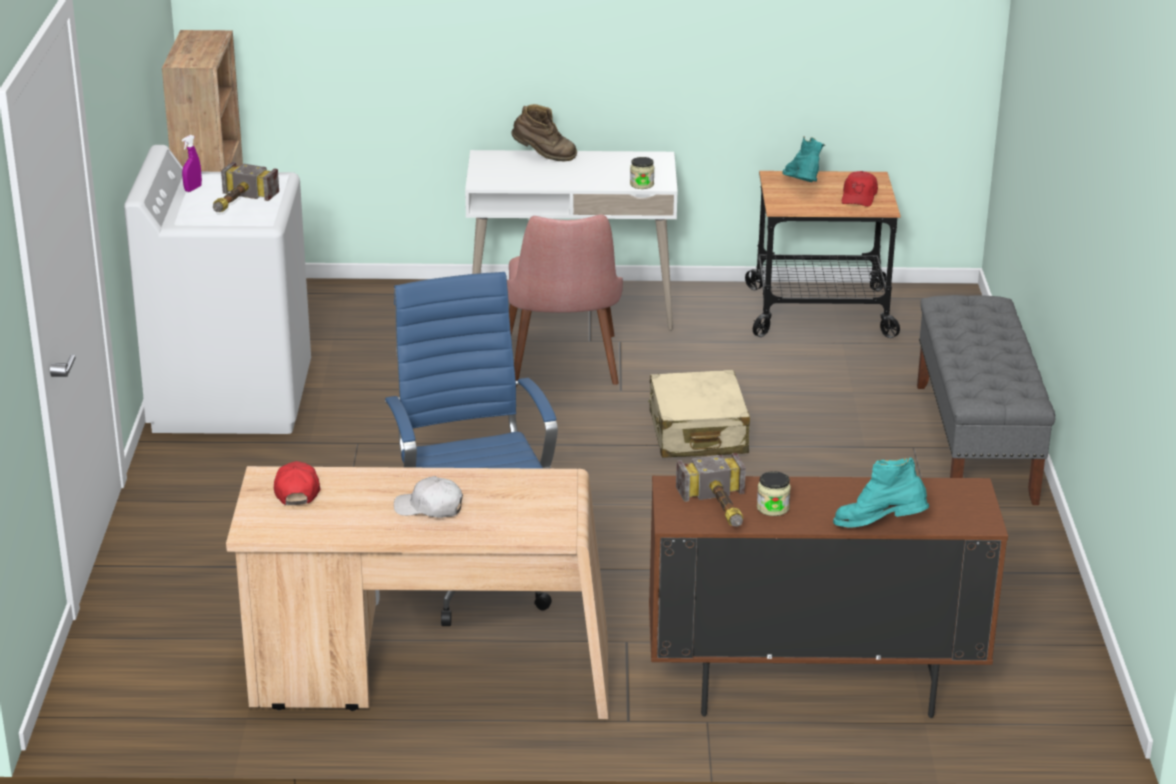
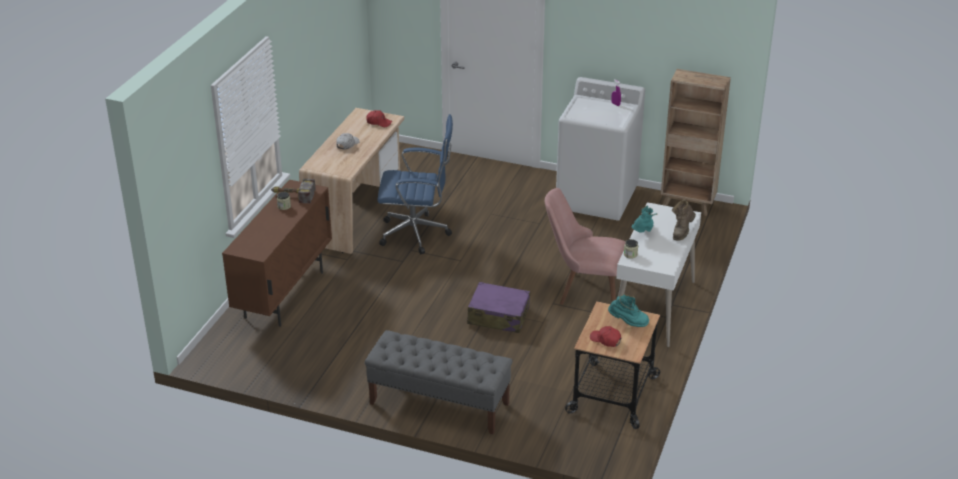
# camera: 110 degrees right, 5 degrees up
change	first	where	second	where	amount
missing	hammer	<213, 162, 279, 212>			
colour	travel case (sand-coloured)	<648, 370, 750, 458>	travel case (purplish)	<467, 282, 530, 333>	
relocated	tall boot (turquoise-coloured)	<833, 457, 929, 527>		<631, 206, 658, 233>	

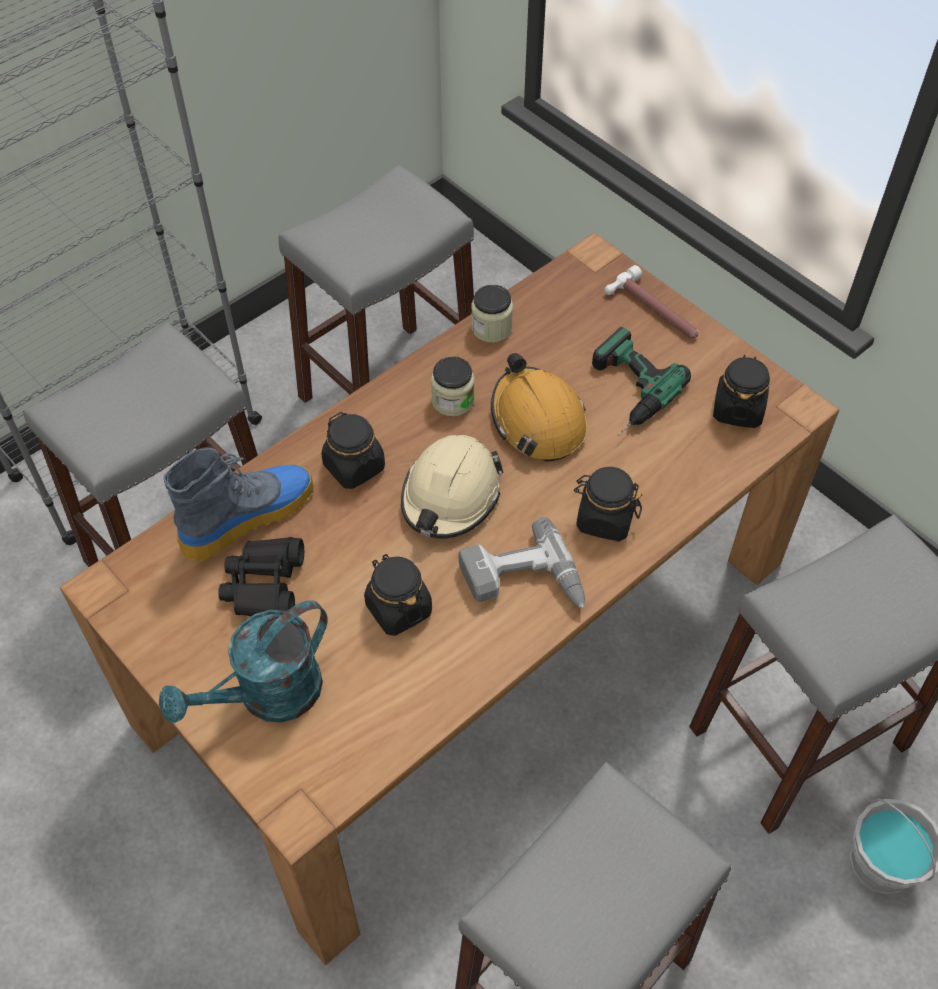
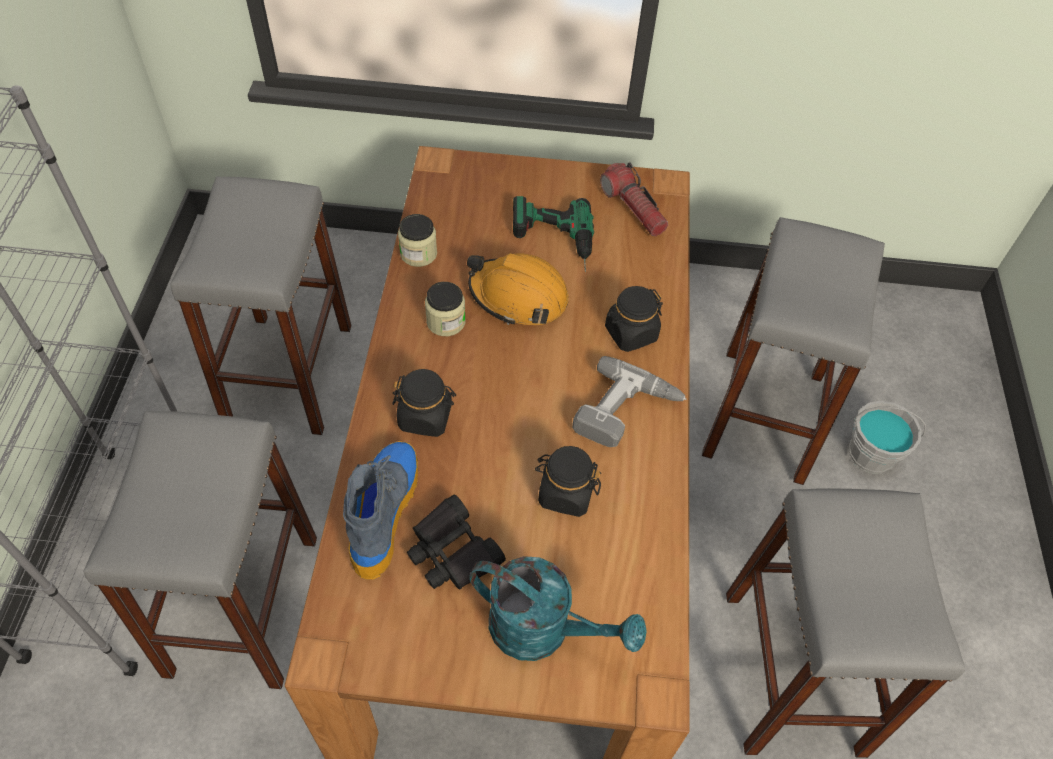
# camera: 45 degrees left, 0 degrees up
change	first	where	second	where	amount
missing	hammer	<604, 265, 698, 339>			
exchanged	preserve jar (black-coloured)	<713, 355, 770, 428>	torch	<600, 162, 668, 236>	
missing	safety helmet (sand-coloured)	<401, 435, 504, 539>			
spun	watering can (turquoise-coloured)	<159, 600, 328, 723>		<469, 556, 647, 661>	75 degrees counterclockwise

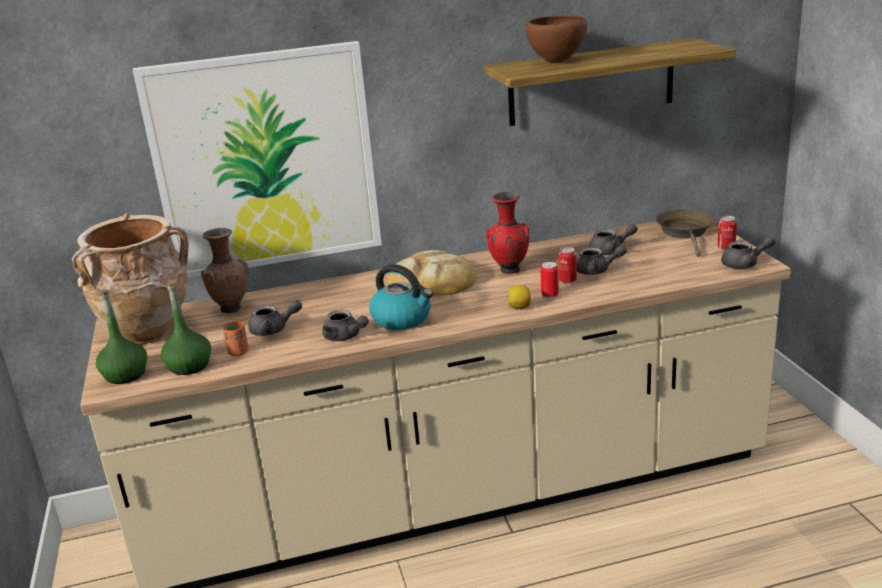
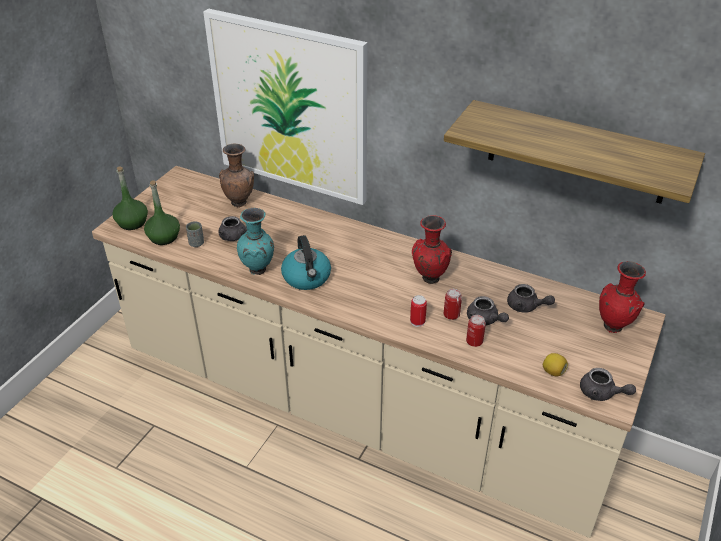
# camera: 40 degrees right, 15 degrees up
change	first	where	second	where	amount
missing	deep dish (brownish)	<526, 16, 587, 63>			
exchanged	frying pan (brownish)	<656, 209, 714, 257>	decorative vase (red)	<599, 261, 646, 333>	
missing	decorative vase (sand-coloured)	<72, 213, 189, 345>			
relocated	can	<717, 216, 737, 250>		<466, 315, 486, 347>	
missing	baked bread	<387, 250, 477, 296>			
relocated	lemon	<507, 285, 531, 309>		<543, 353, 568, 376>	
exchanged	pot for tea (gray)	<322, 310, 369, 341>	decorative vase (turquoise-coloured)	<237, 208, 274, 275>	
colour	drinking cup (orangey)	<223, 321, 249, 357>	drinking cup (gray)	<186, 221, 204, 247>	

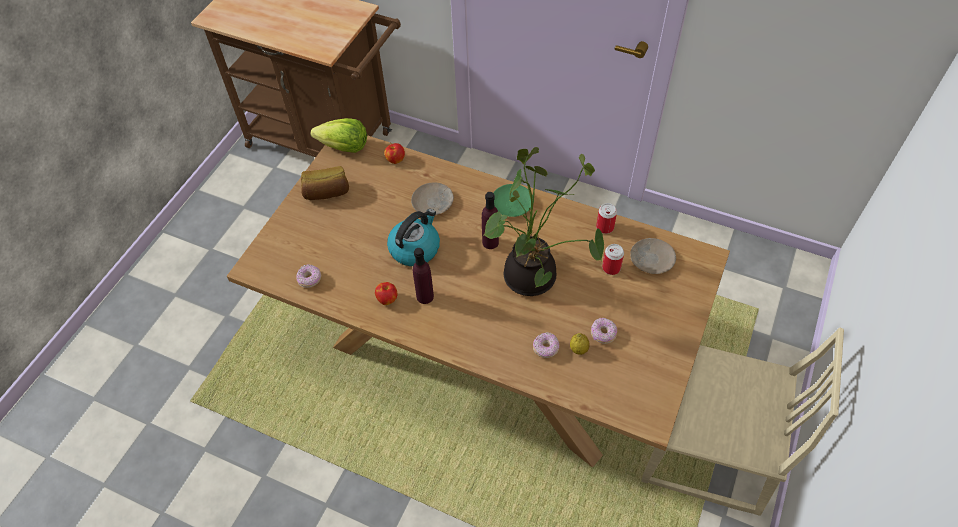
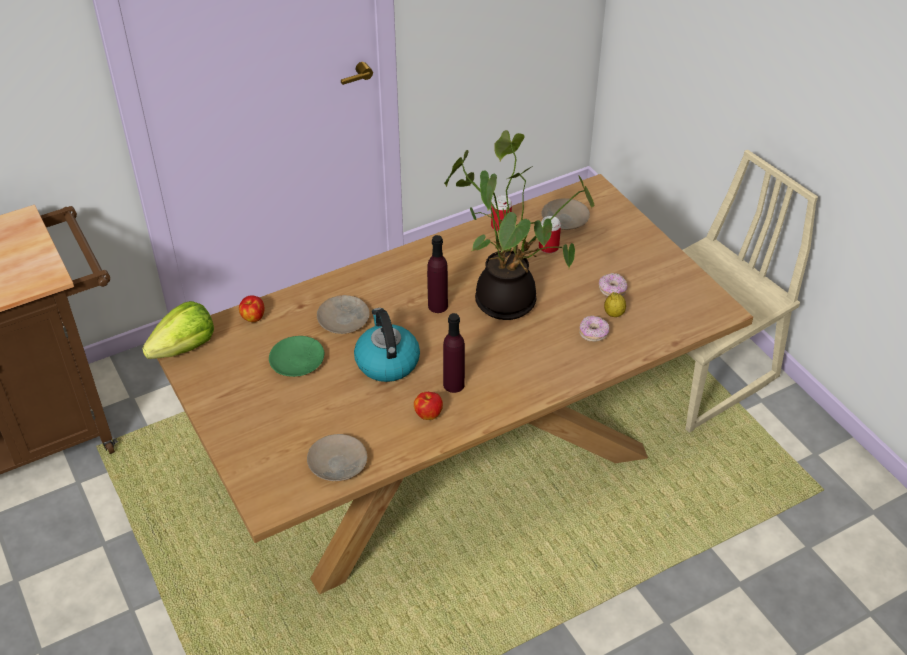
# camera: 55 degrees left, 10 degrees down
change	first	where	second	where	amount
missing	baked bread	<301, 166, 349, 200>			
relocated	plate (greenish)	<493, 184, 534, 217>		<269, 336, 324, 377>	
exchanged	ring doughnut	<296, 264, 321, 288>	plate (sand-coloured)	<307, 434, 367, 481>	

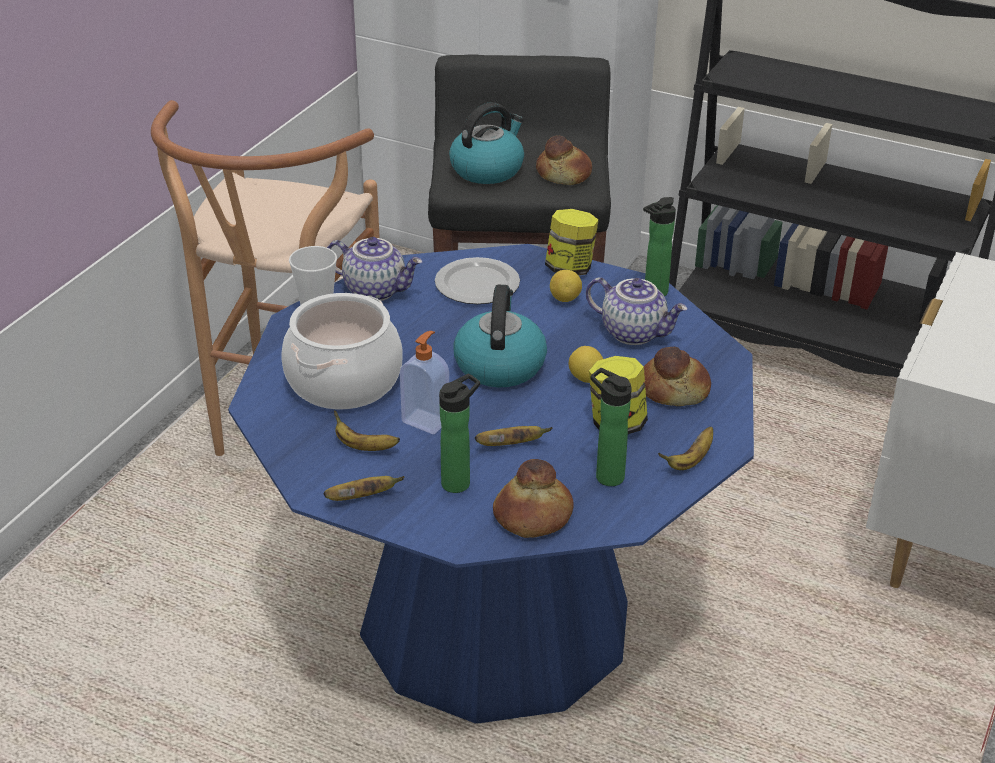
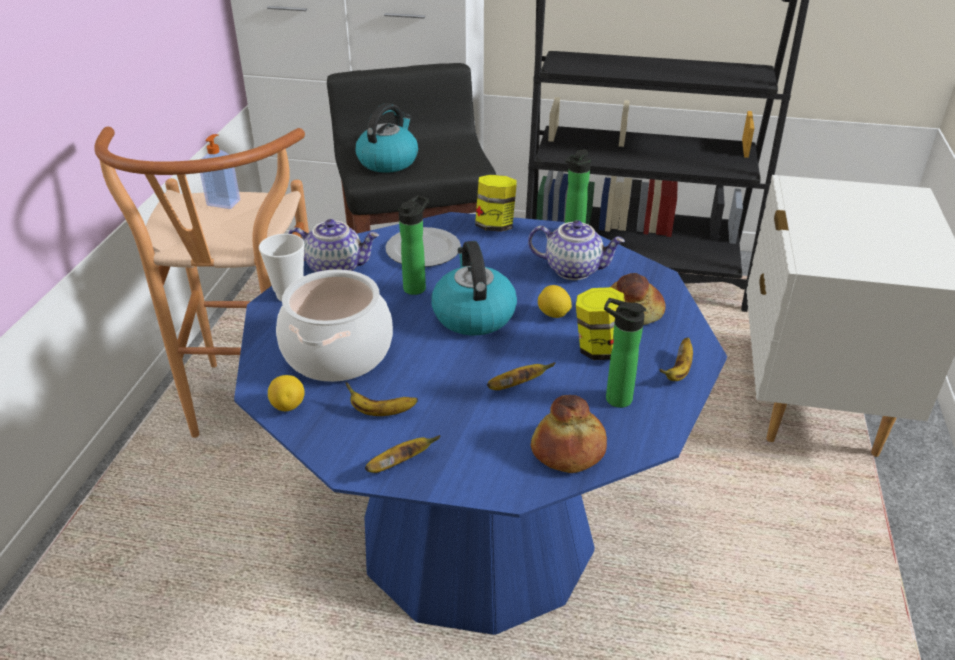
# camera: 15 degrees left, 0 degrees up
change	first	where	second	where	amount
missing	baked bread	<536, 136, 592, 185>			
relocated	lemon	<550, 270, 582, 302>		<268, 375, 305, 411>	
relocated	soap bottle	<400, 331, 449, 434>		<200, 134, 240, 209>	
relocated	drink bottle	<439, 374, 480, 493>		<399, 195, 429, 295>	

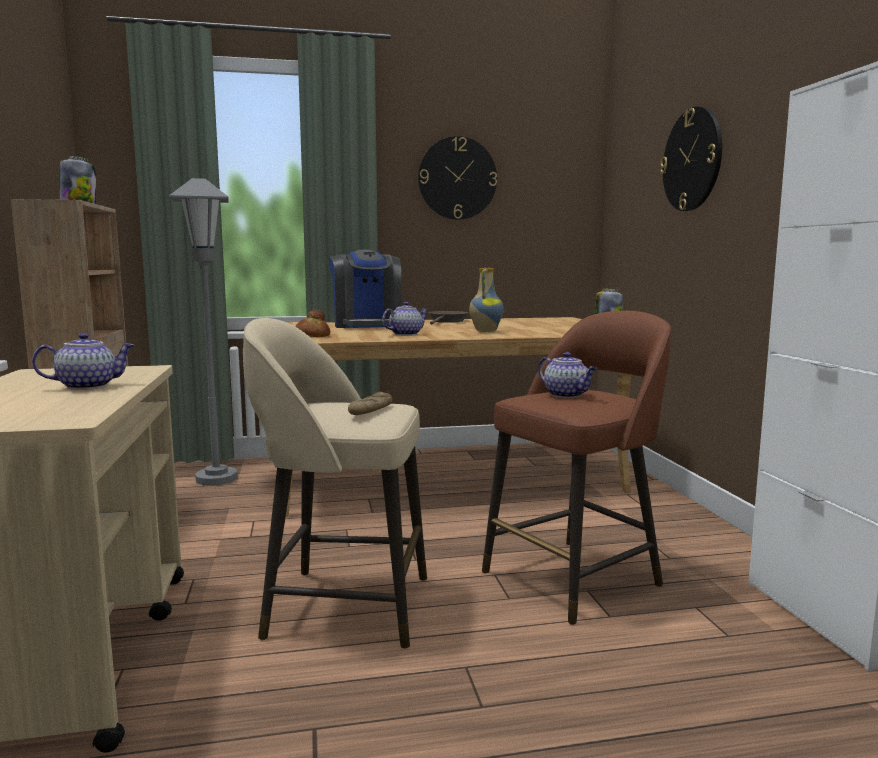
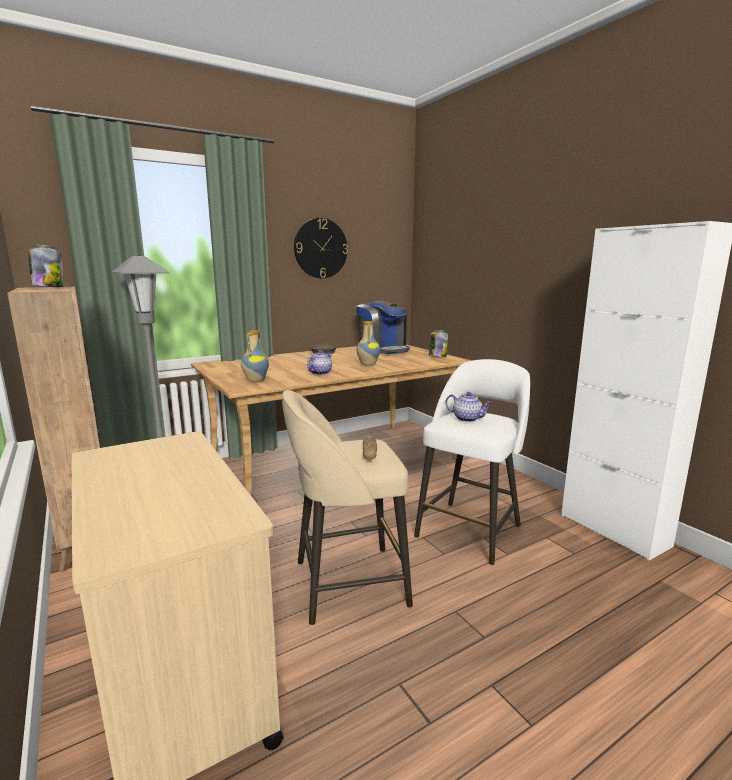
# camera: 20 degrees left, 5 degrees up
change	first	where	second	where	amount
missing	clock on the wall	<660, 107, 722, 211>			
relocated	coffee brewer	<329, 250, 401, 328>		<356, 301, 410, 354>	
exchanged	baked bread	<295, 309, 330, 337>	decorative vase	<241, 330, 269, 382>	
colour	sitting stool (brownish)	<482, 311, 671, 625>	sitting stool (whitish)	<414, 359, 530, 565>	
missing	pot for tea	<32, 333, 134, 390>			

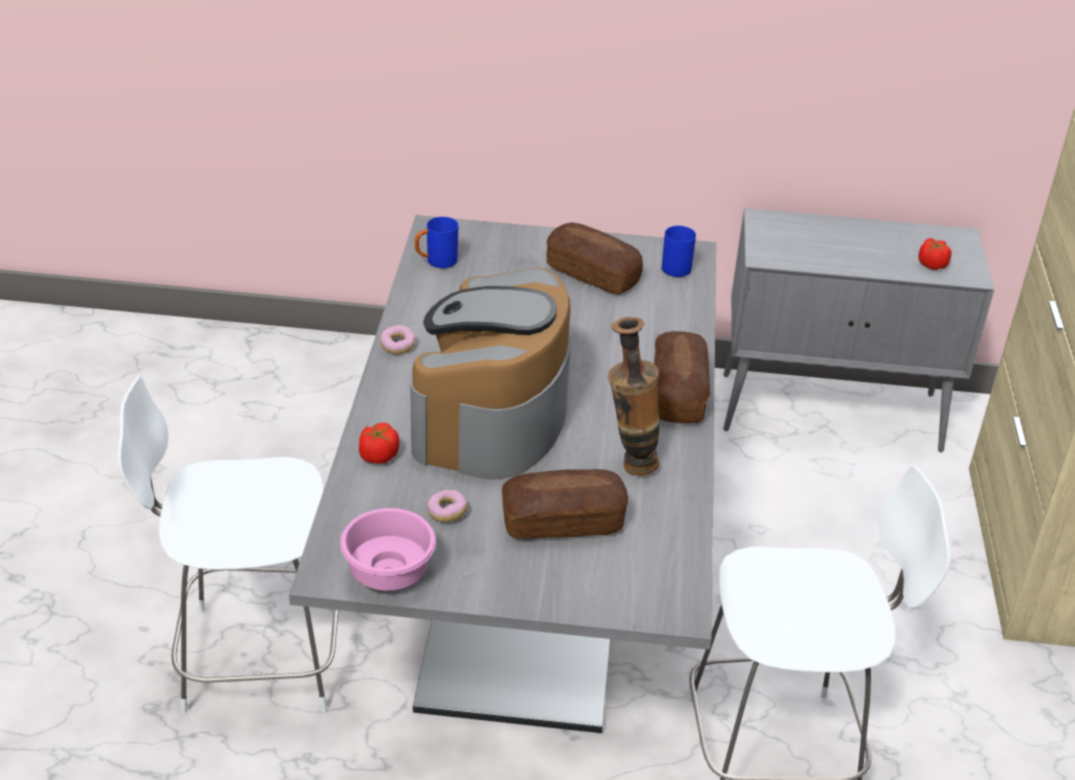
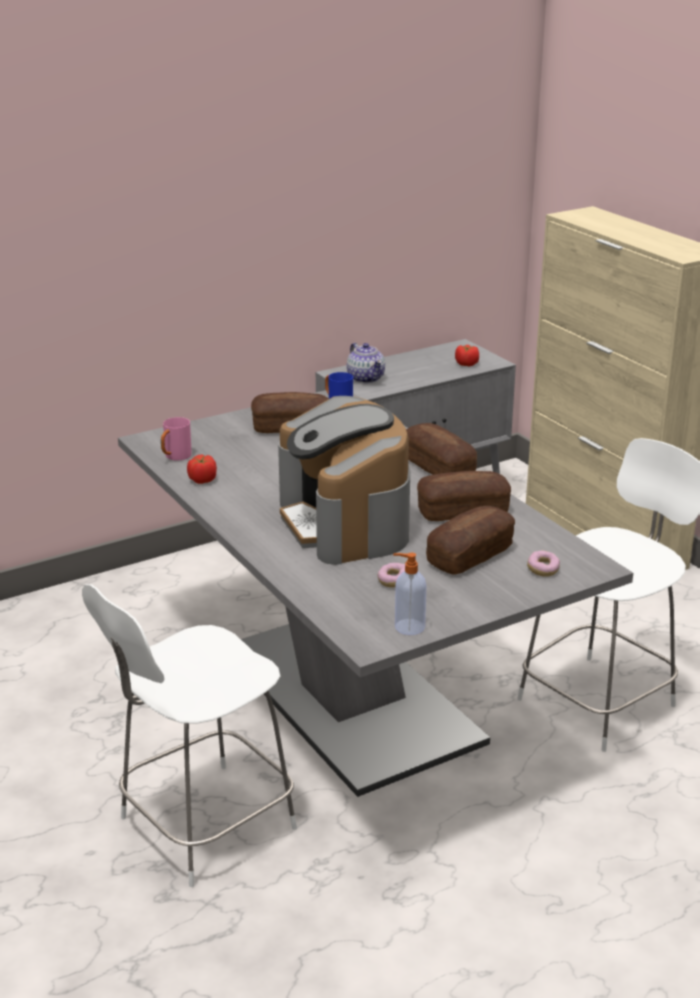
# camera: 35 degrees left, 10 degrees down
change	first	where	second	where	amount
colour	coffee mug (bluish)	<415, 217, 458, 268>	coffee mug (pink-coloured)	<161, 417, 192, 460>	
exchanged	decorative vase	<608, 317, 659, 476>	baked bread	<417, 471, 511, 521>	
relocated	ring doughnut	<380, 325, 416, 354>		<527, 550, 560, 577>	
relocated	whole tomato	<359, 423, 399, 464>		<187, 455, 217, 484>	
exchanged	deep dish (pink-coloured)	<340, 508, 436, 590>	soap bottle	<393, 553, 426, 635>	
appeared			pot for tea	<347, 343, 385, 383>	

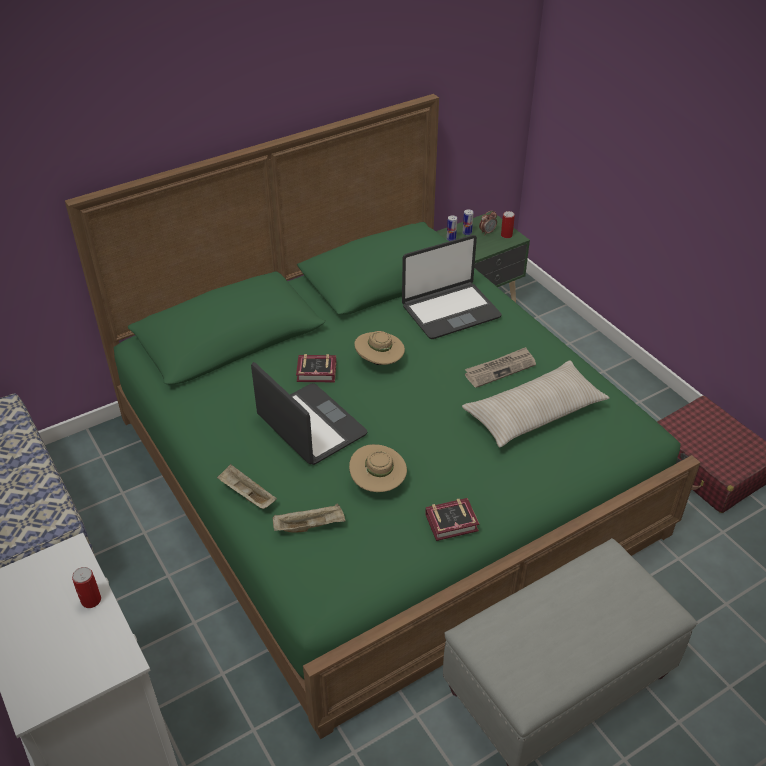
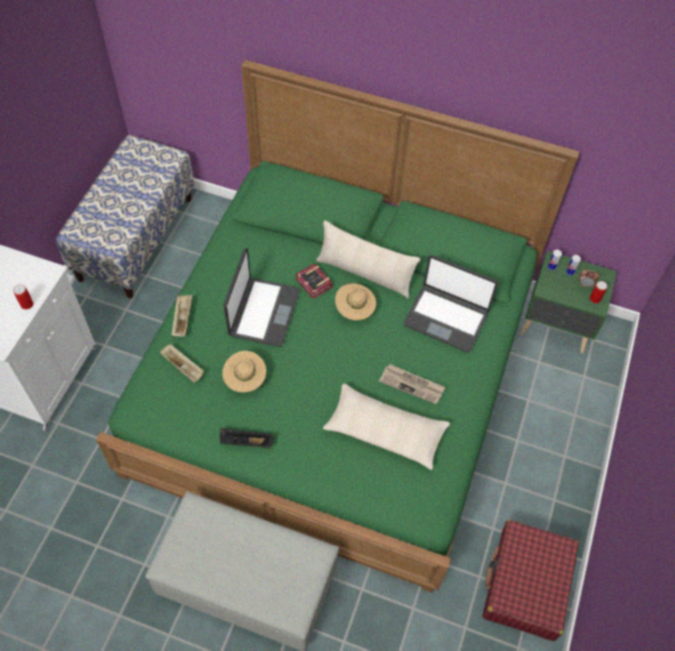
# camera: 50 degrees right, 15 degrees up
change	first	where	second	where	amount
exchanged	book	<425, 498, 479, 541>	carrying tray (black-coloured)	<220, 428, 274, 448>	
appeared			pillow (sand-coloured)	<317, 220, 421, 298>	

